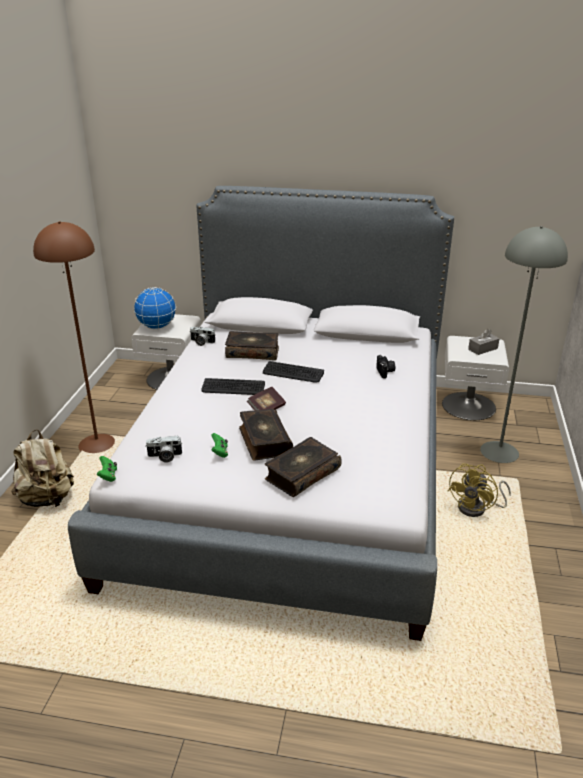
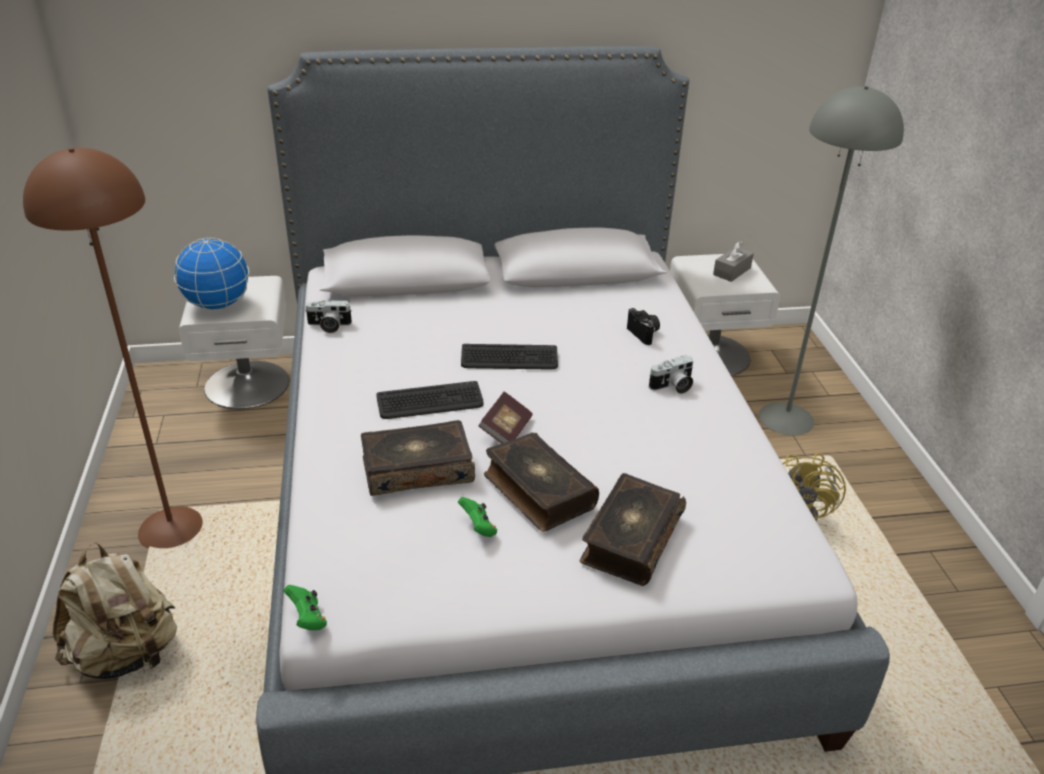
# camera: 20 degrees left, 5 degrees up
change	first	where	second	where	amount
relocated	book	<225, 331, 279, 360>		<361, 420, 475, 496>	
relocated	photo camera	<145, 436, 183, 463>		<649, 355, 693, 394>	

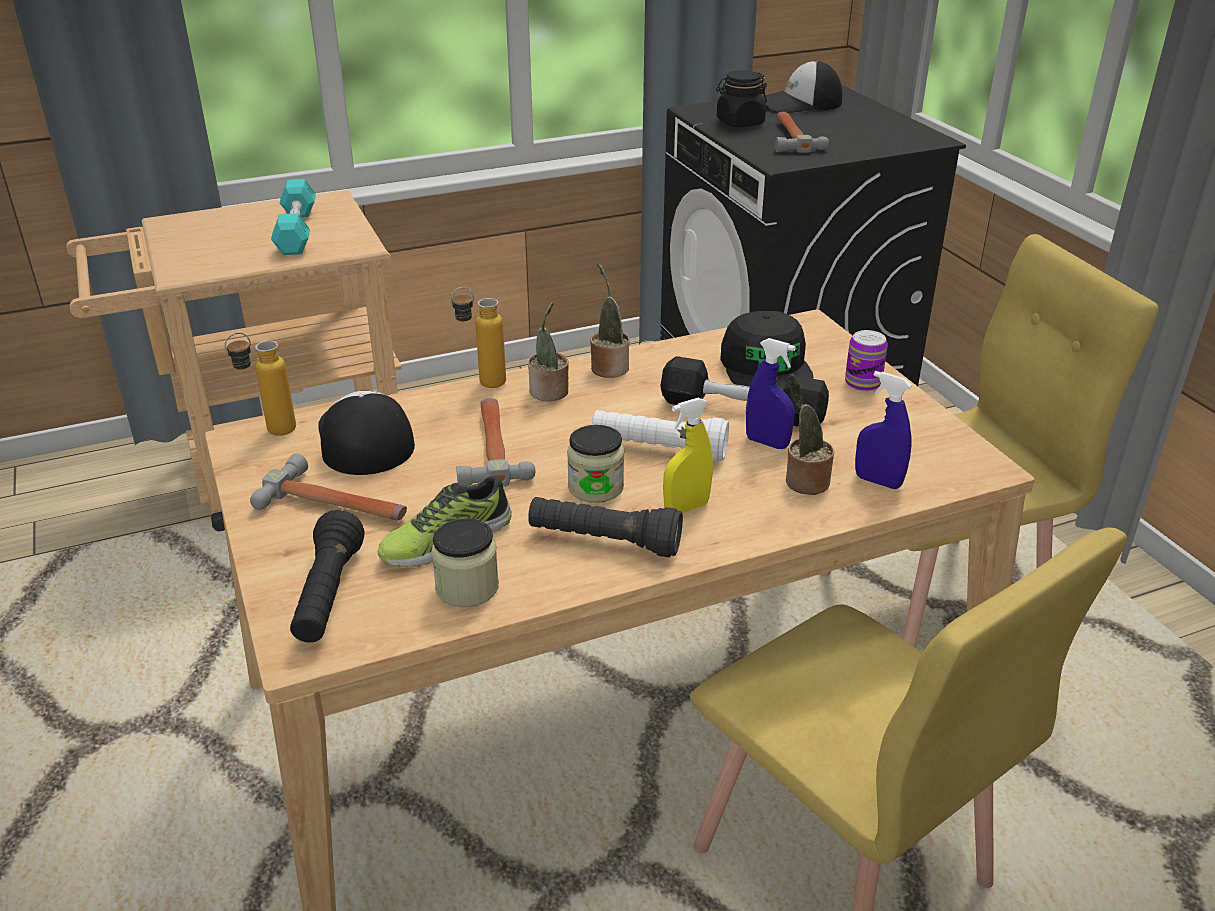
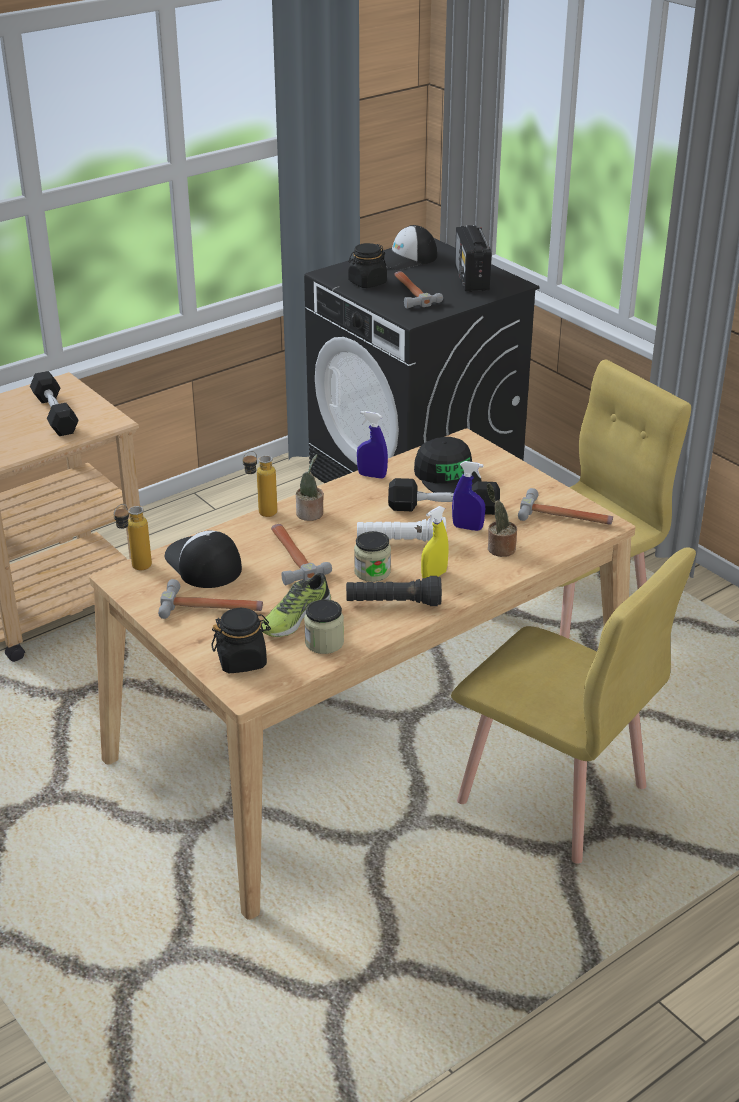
# camera: 15 degrees left, 0 degrees up
change	first	where	second	where	amount
colour	dumbbell (turquoise-coloured)	<271, 179, 316, 255>	dumbbell (black-coloured)	<30, 371, 79, 436>	
missing	houseplant	<590, 262, 629, 378>			
missing	can	<845, 330, 888, 392>			
relocated	sprayer (bluish)	<855, 371, 912, 489>		<357, 411, 388, 479>	
exchanged	torch (black-coloured)	<290, 510, 365, 643>	preserve jar (black-coloured)	<211, 608, 271, 673>	
appeared			radio	<455, 225, 491, 292>	
appeared			hammer	<518, 488, 613, 525>	

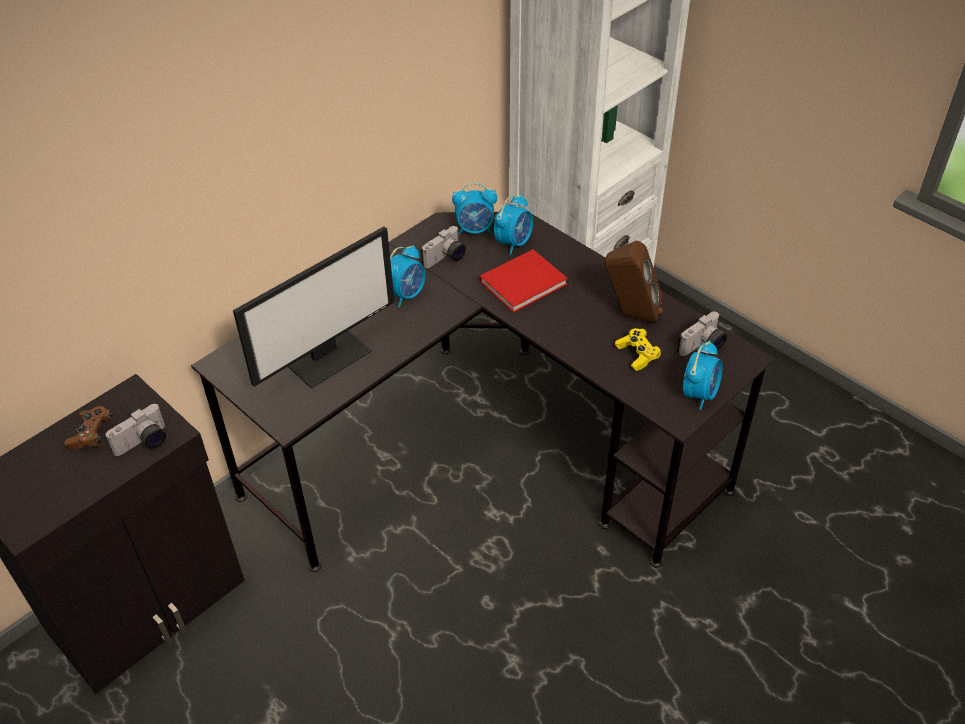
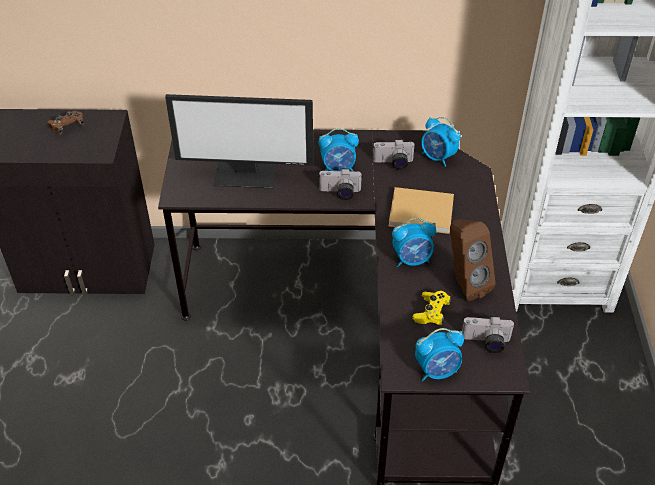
# camera: 45 degrees right, 0 degrees up
change	first	where	second	where	amount
relocated	table clock	<494, 194, 533, 255>		<392, 218, 436, 267>	
colour	book (red)	<480, 249, 568, 313>	book (sand-coloured)	<388, 187, 454, 234>	
relocated	photo camera	<105, 404, 166, 456>		<318, 168, 362, 200>	

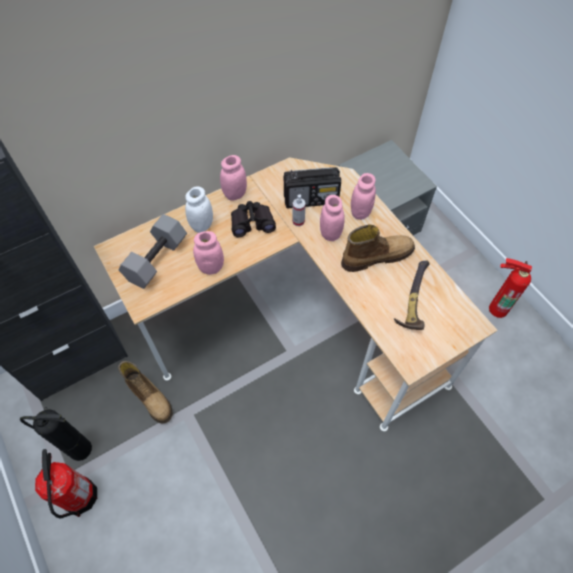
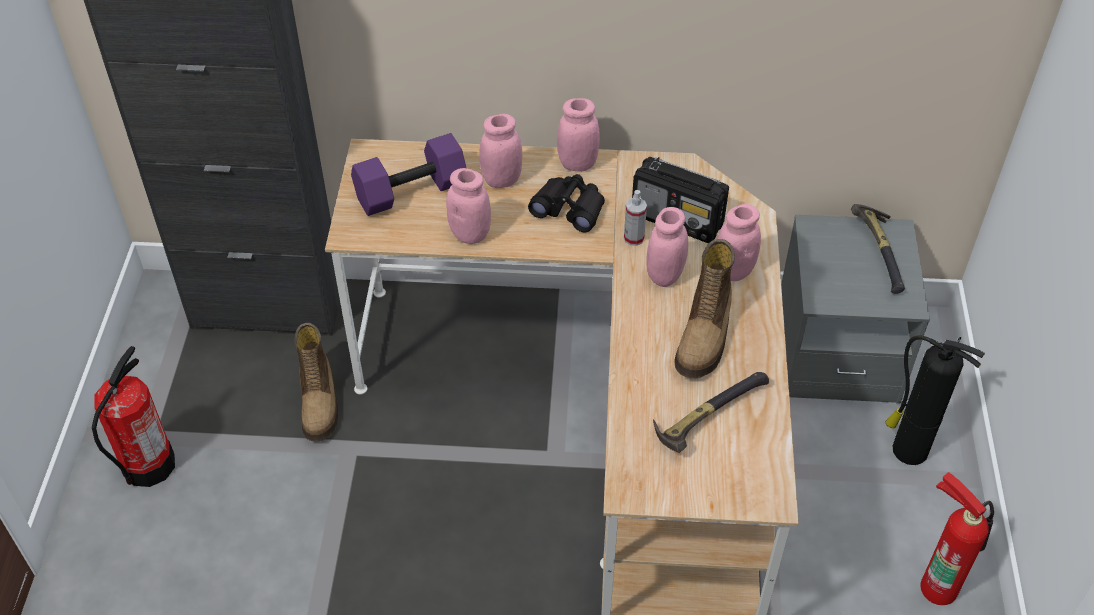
# camera: 35 degrees right, 10 degrees down
change	first	where	second	where	amount
colour	preserve jar (whitish)	<185, 186, 213, 233>	preserve jar (pink-coloured)	<479, 114, 522, 188>	
colour	dumbbell (gray)	<119, 214, 187, 289>	dumbbell (purplish)	<351, 133, 466, 216>	
spun	tall boot	<341, 224, 415, 272>		<675, 239, 735, 379>	90 degrees clockwise
relocated	fire-fighting cylinder	<20, 407, 92, 461>		<886, 335, 985, 465>	
appeared			hammer	<851, 204, 905, 294>	

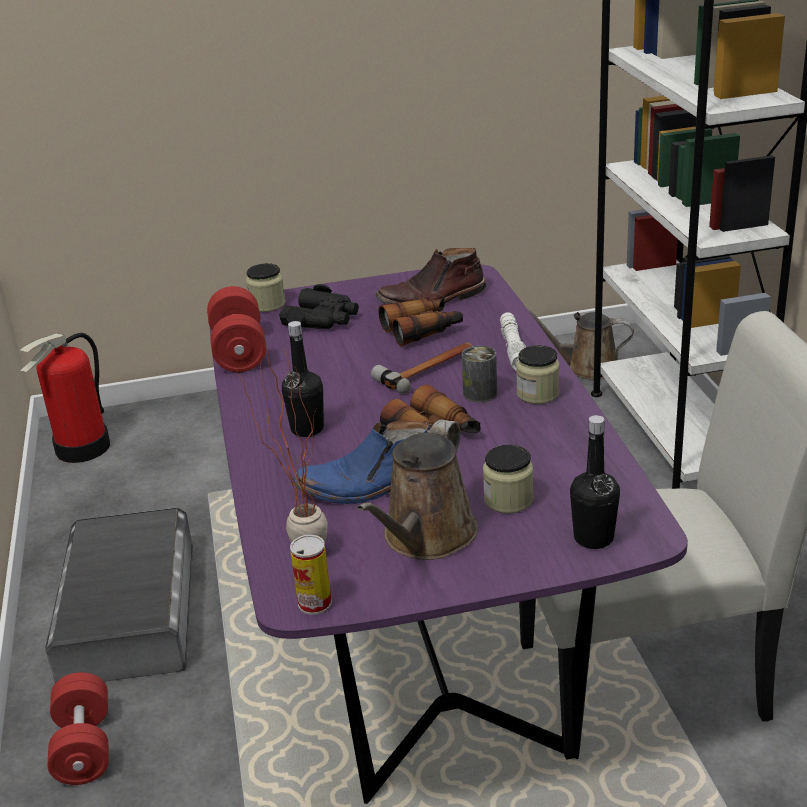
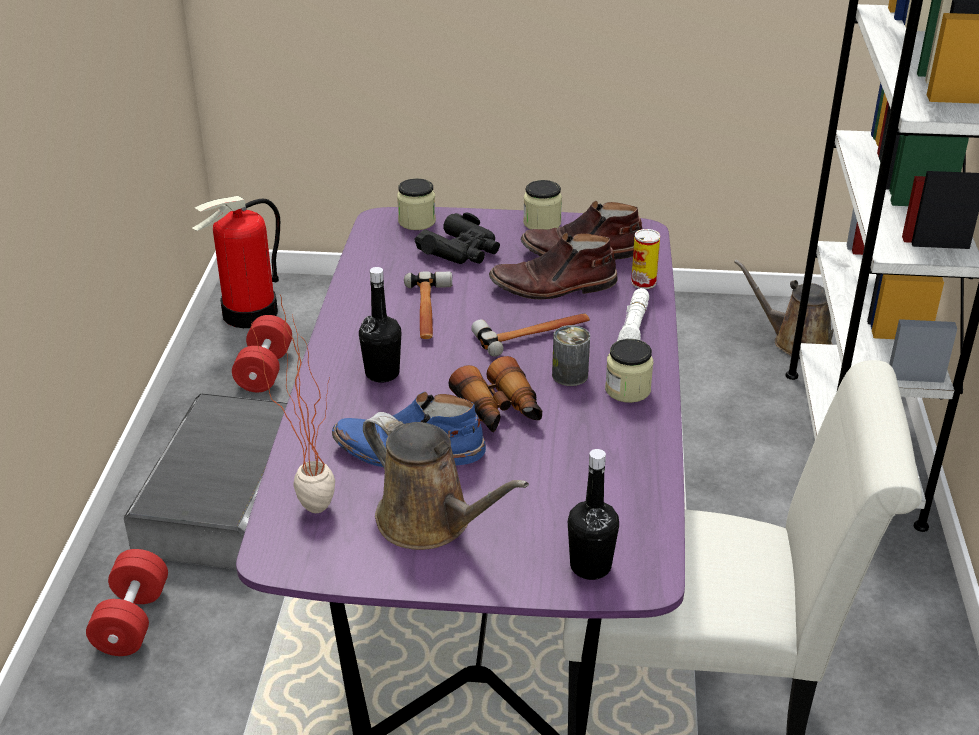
# camera: 15 degrees right, 5 degrees up
change	first	where	second	where	amount
relocated	dumbbell (red)	<207, 286, 266, 372>		<232, 315, 292, 392>	
exchanged	pair of binoculars	<378, 298, 463, 346>	tall boot (brownish)	<489, 233, 618, 299>	
spun	watering can (brownish)	<357, 419, 478, 560>		<363, 412, 529, 550>	90 degrees counterclockwise
relocated	preserve jar	<483, 445, 533, 513>		<523, 180, 562, 230>	
relocated	can	<290, 535, 332, 615>		<631, 229, 660, 289>	
appeared			hammer	<404, 271, 452, 339>	

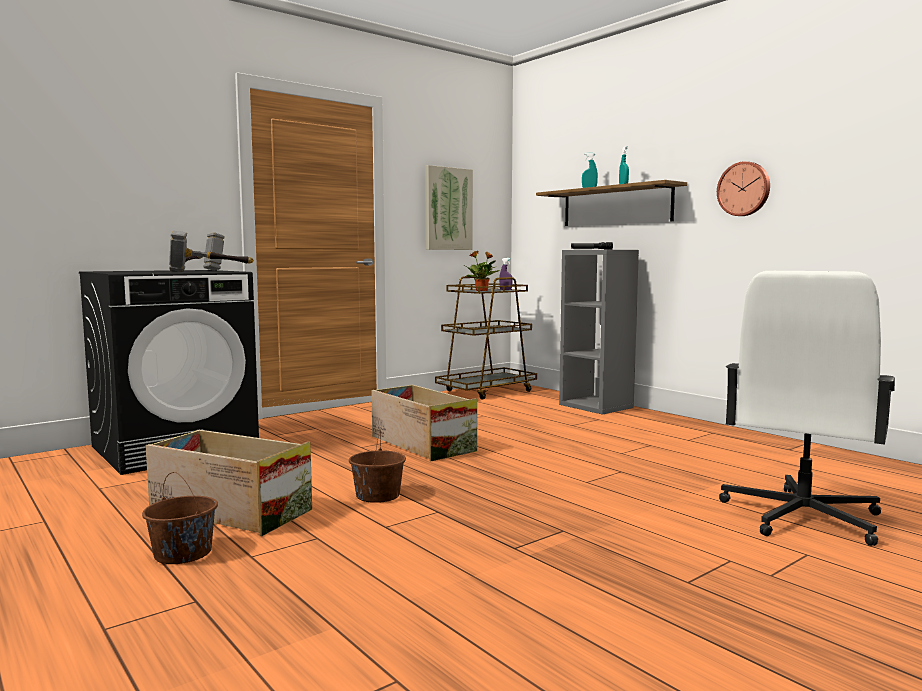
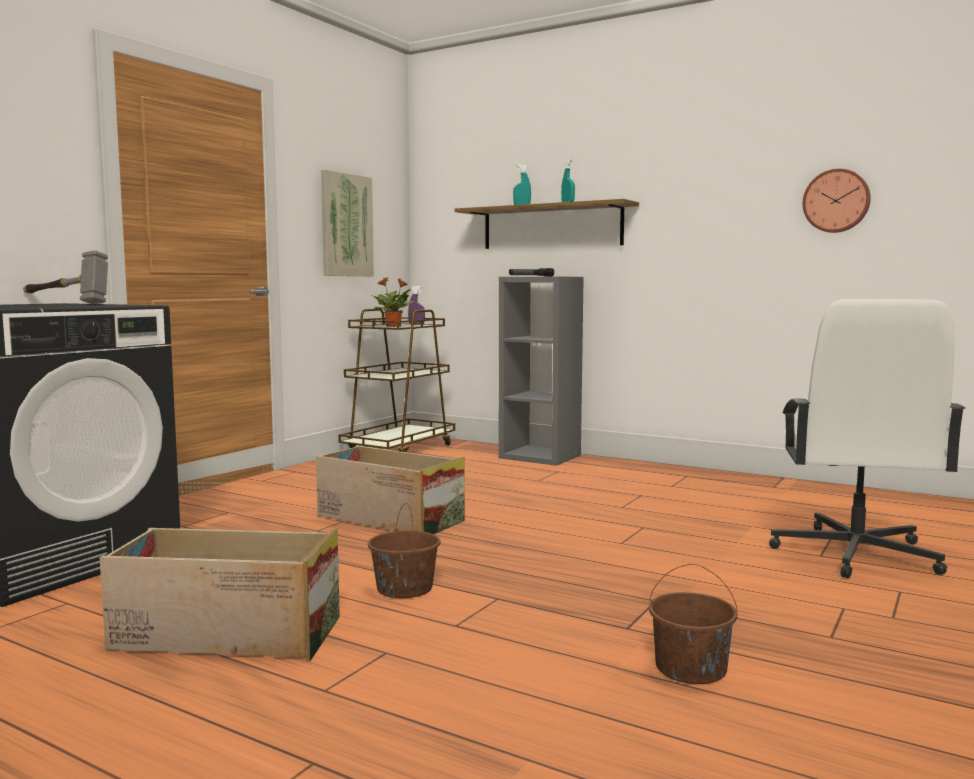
# camera: 20 degrees left, 0 degrees up
change	first	where	second	where	amount
relocated	clock on the wall	<717, 161, 770, 216>		<802, 169, 871, 233>	
missing	hammer	<169, 231, 254, 272>			
relocated	bucket (brownish)	<142, 472, 218, 564>		<649, 564, 737, 684>	

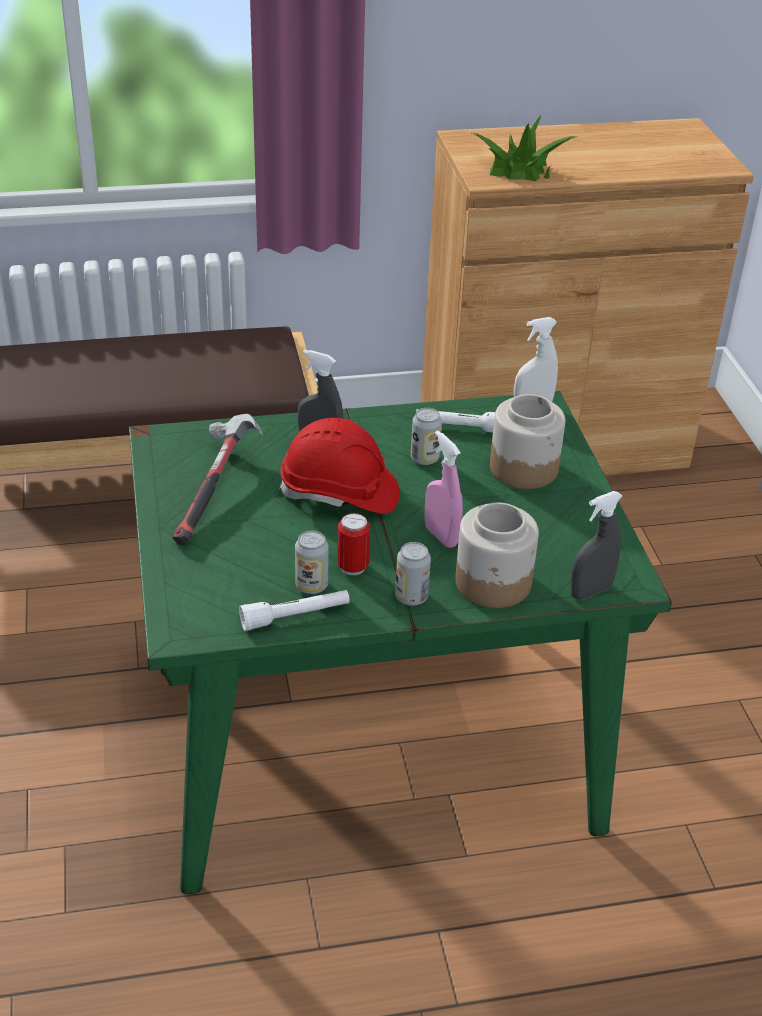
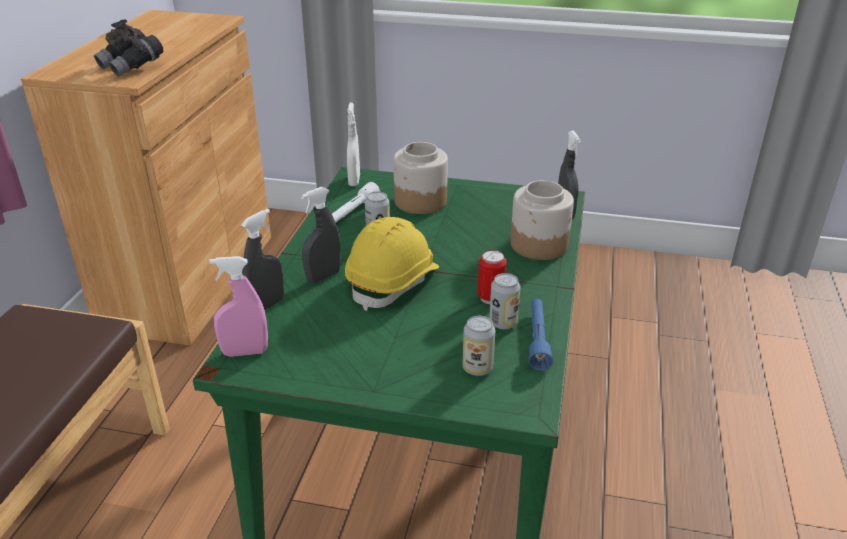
# camera: 65 degrees left, 5 degrees down
change	first	where	second	where	amount
exchanged	houseplant	<472, 116, 578, 181>	pair of binoculars (gray)	<94, 19, 163, 77>	
missing	hammer	<172, 414, 263, 545>			
colour	safety helmet (red)	<279, 418, 400, 514>	safety helmet (yellowish)	<345, 217, 439, 311>	
relocated	sprayer (pink-coloured)	<424, 431, 463, 548>		<209, 256, 268, 357>	
relocated	can	<395, 542, 431, 606>		<463, 316, 495, 376>	
colour	torch (whitish)	<239, 590, 350, 631>	torch (bluish)	<529, 299, 553, 371>	
appeared			sprayer (gray)	<241, 209, 284, 310>	

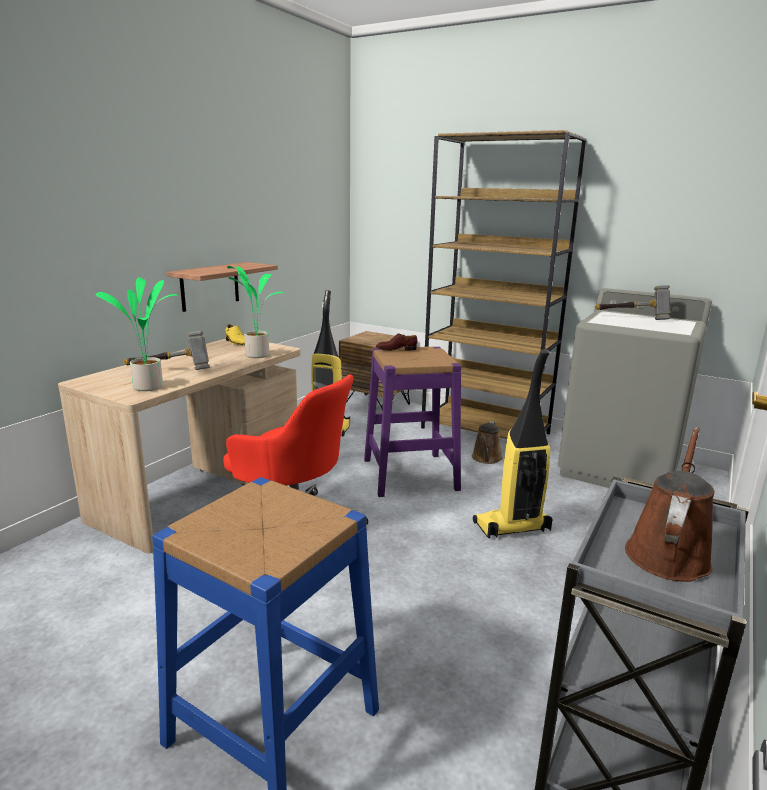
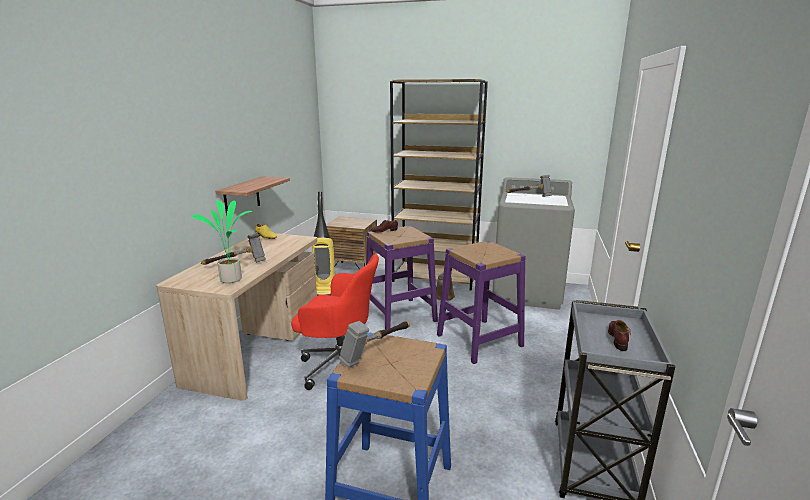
# camera: 15 degrees left, 0 degrees up
change	first	where	second	where	amount
missing	houseplant	<227, 266, 284, 358>			
exchanged	hoover	<473, 349, 552, 539>	sitting stool (purplish)	<437, 241, 526, 364>	
exchanged	watering can (brownish)	<625, 427, 714, 582>	shoe (brownish)	<608, 320, 631, 351>	
appeared			hammer	<339, 321, 410, 368>	

